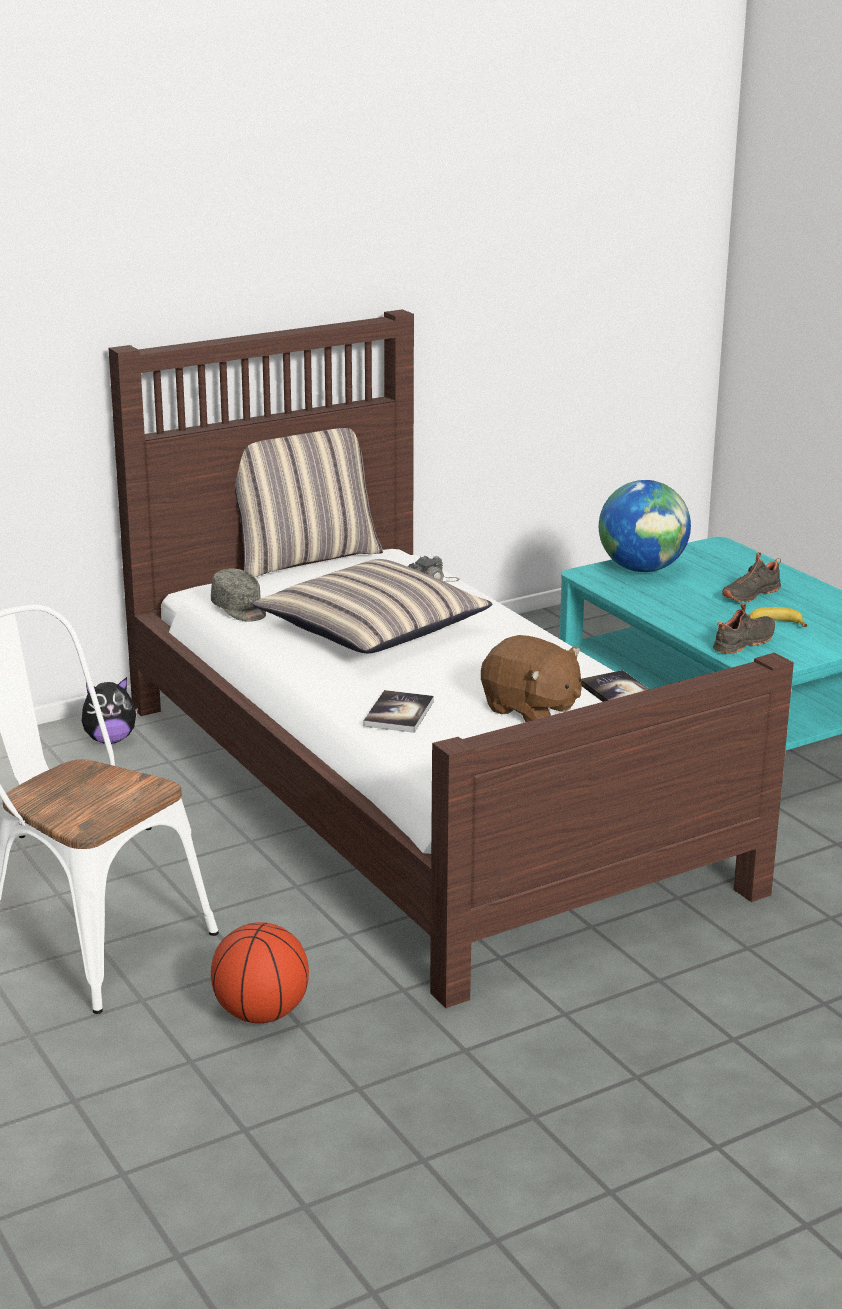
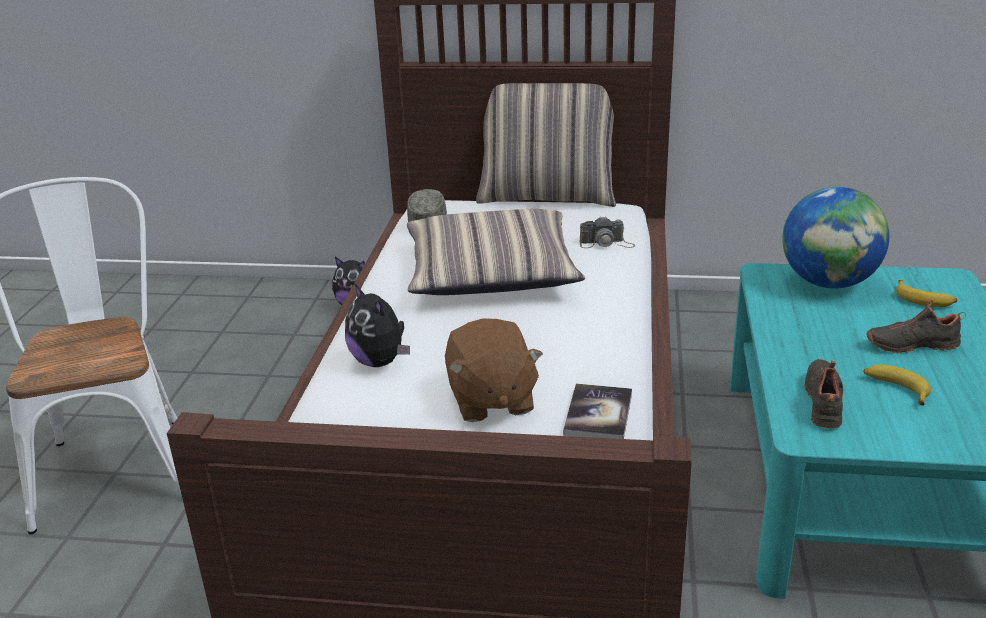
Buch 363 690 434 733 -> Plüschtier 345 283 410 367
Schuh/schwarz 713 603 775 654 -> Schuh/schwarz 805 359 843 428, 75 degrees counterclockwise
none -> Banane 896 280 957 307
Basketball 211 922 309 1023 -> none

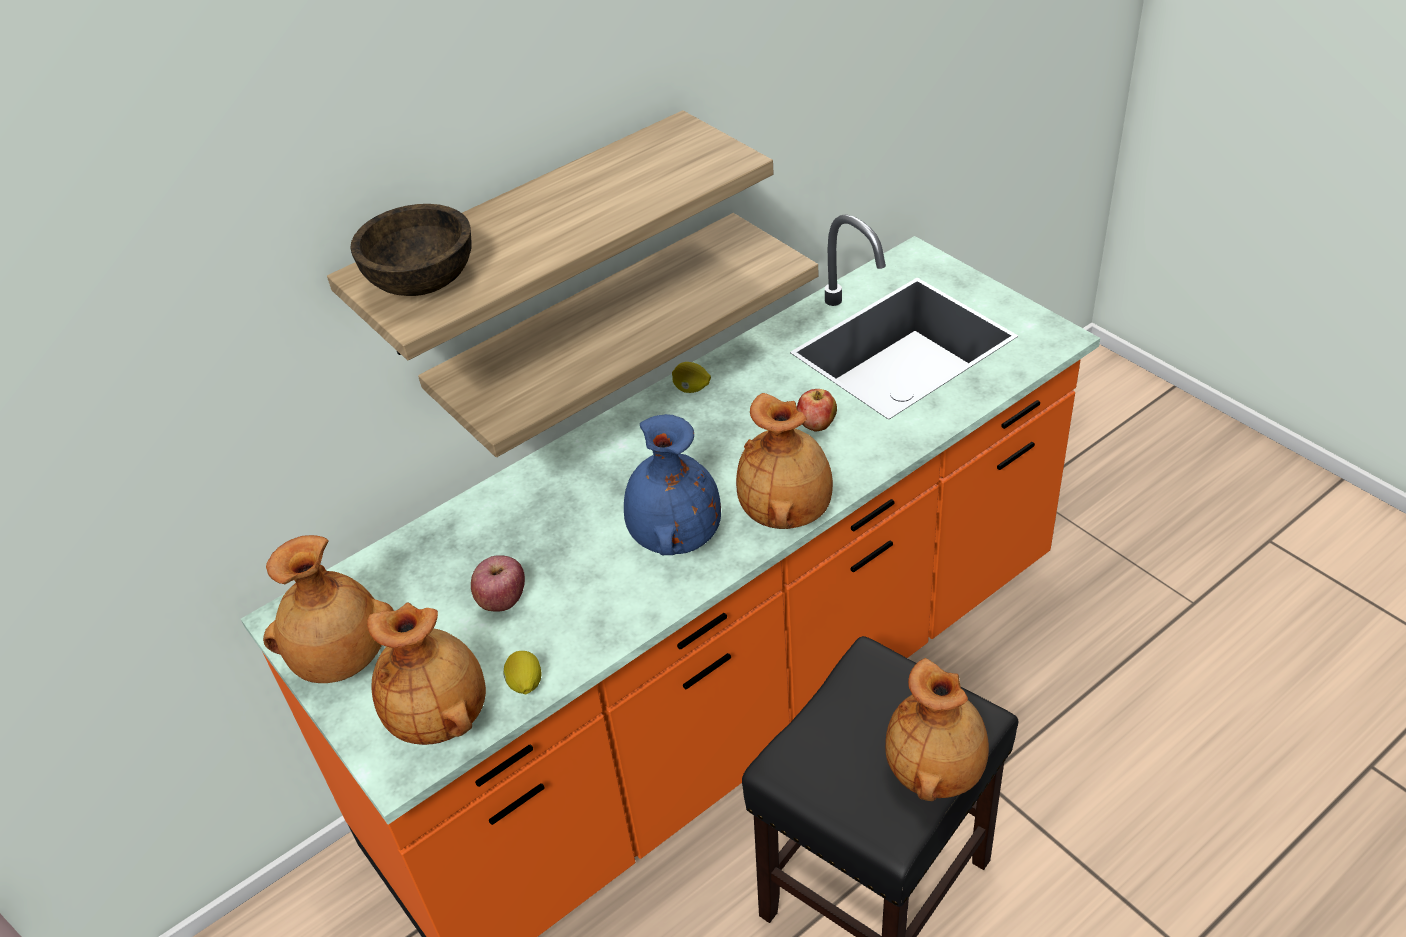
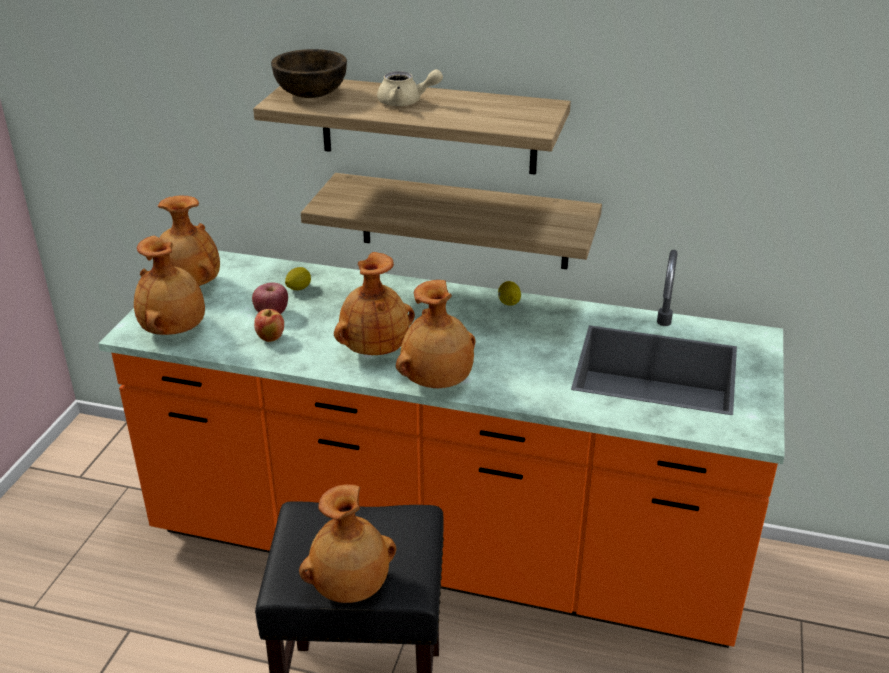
Apfel 797 389 837 431 -> Apfel 254 309 284 342, relocated
Zitrone 504 651 541 694 -> Zitrone 285 267 311 290, relocated
Vase/blau 624 414 721 555 -> Vase/braun 334 252 415 355
none -> Teekanne/beige 377 69 443 106

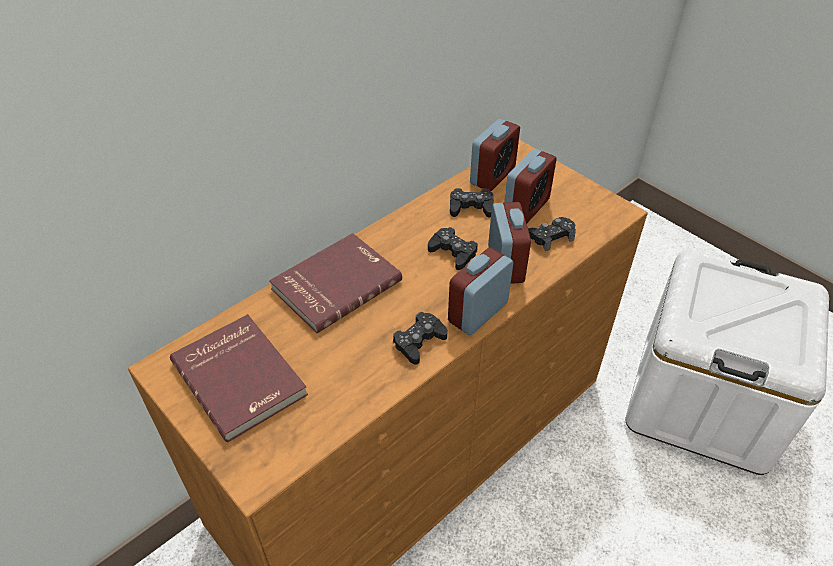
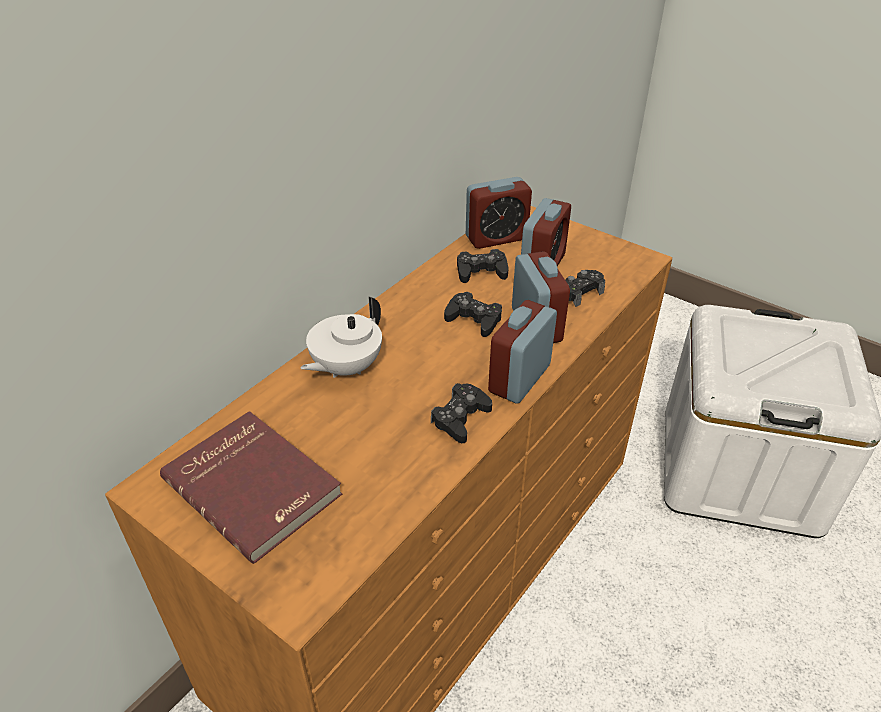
Buch/rot 269 233 402 333 -> Teekanne/weiß 301 296 382 378
Wecker 470 119 520 191 -> Wecker 466 177 532 249, 45 degrees clockwise

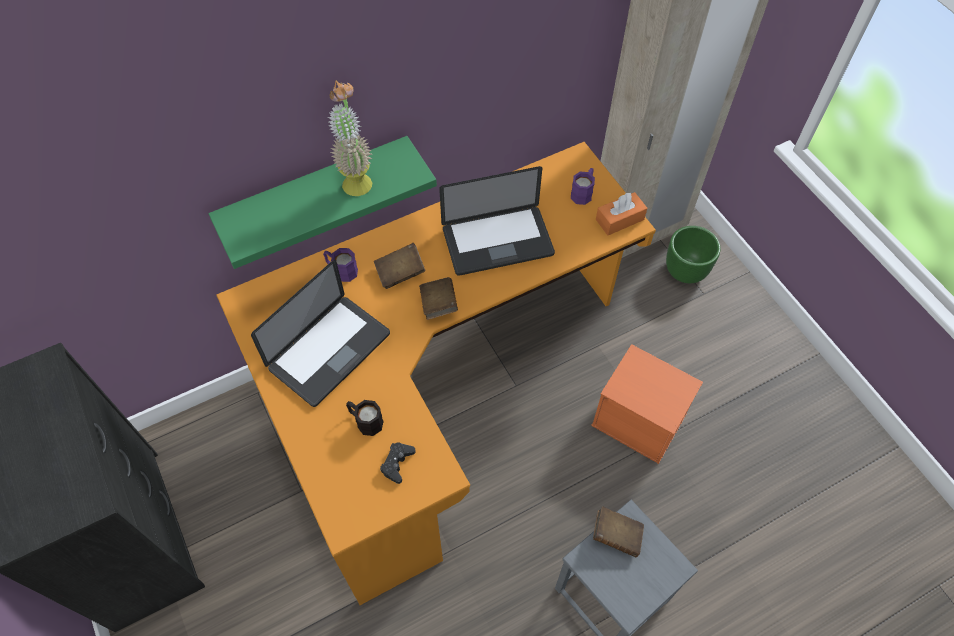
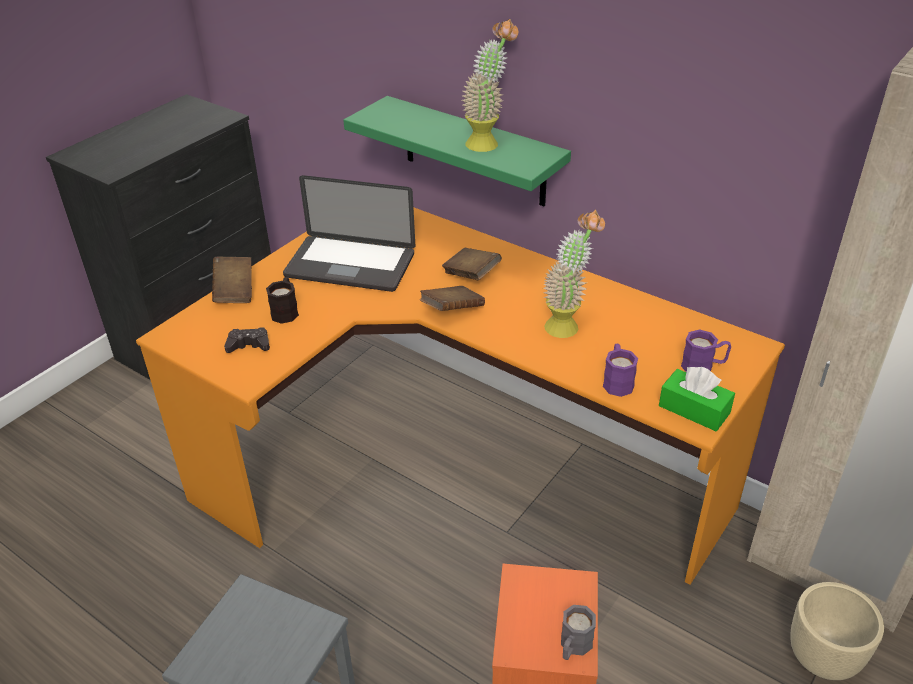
Buch/braun 593 506 644 557 -> Buch/braun 212 256 252 303, relocated
Laptop 439 166 555 276 -> Topfpflanze 543 209 605 338
none -> Henkelbecher/grau 561 605 596 660
Henkelbecher/lila 323 248 358 282 -> Henkelbecher/lila 603 344 638 397, relocated
Taschentuchbox/orange 596 192 647 235 -> Taschentuchbox/grün 659 367 735 431
Pflanzkübel/grün 666 226 721 283 -> Pflanzkübel/beige 790 582 884 680

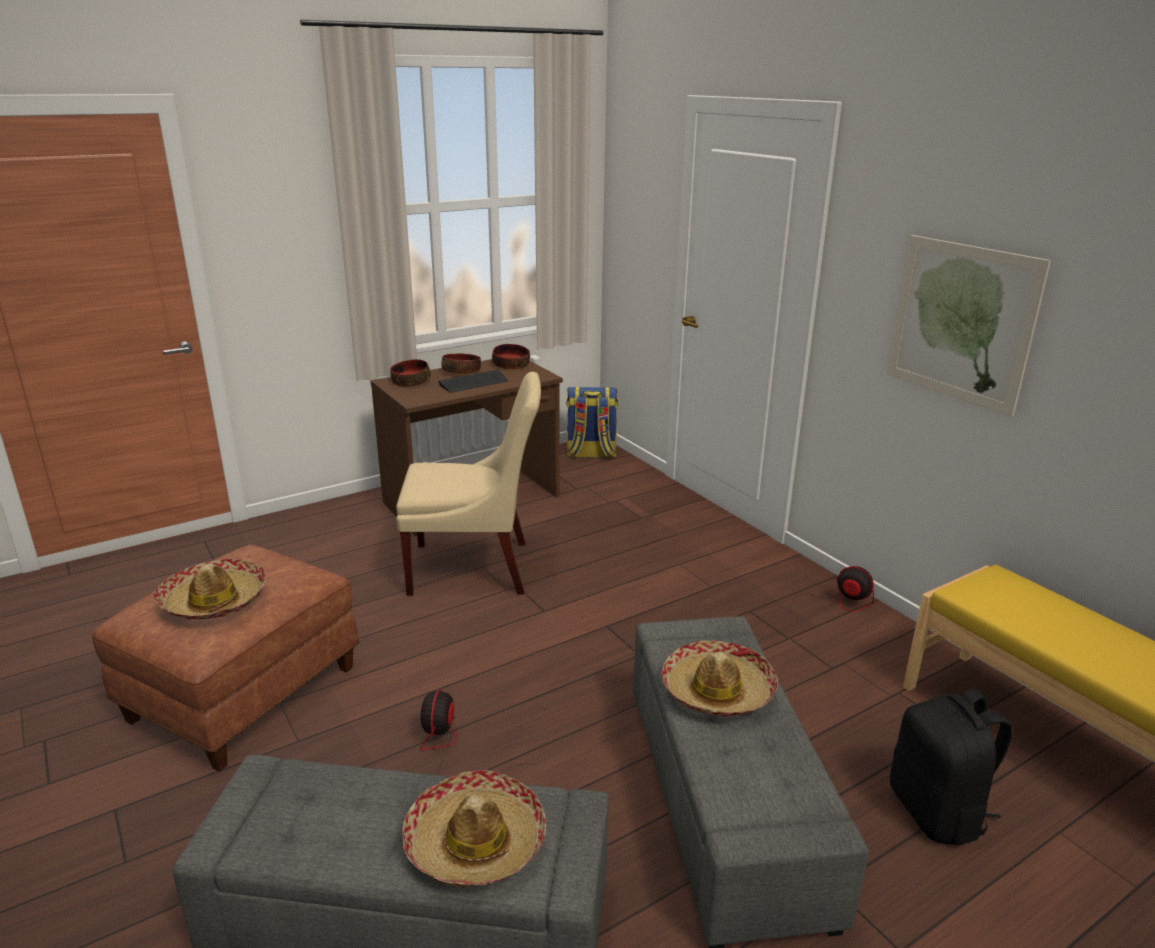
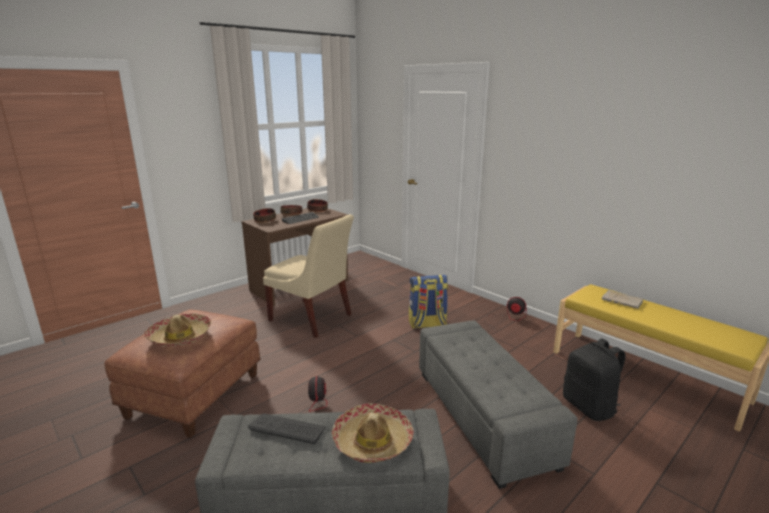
none -> Tastatur 248 414 325 444
Stuhl/beige 396 372 541 596 -> Stuhl/beige 263 214 354 338, 45 degrees clockwise
Rucksack 566 387 618 458 -> Rucksack 409 275 448 329, relocated
none -> Buch/beige 601 290 643 308
Hut 662 640 778 716 -> none
Bild 887 235 1051 417 -> none

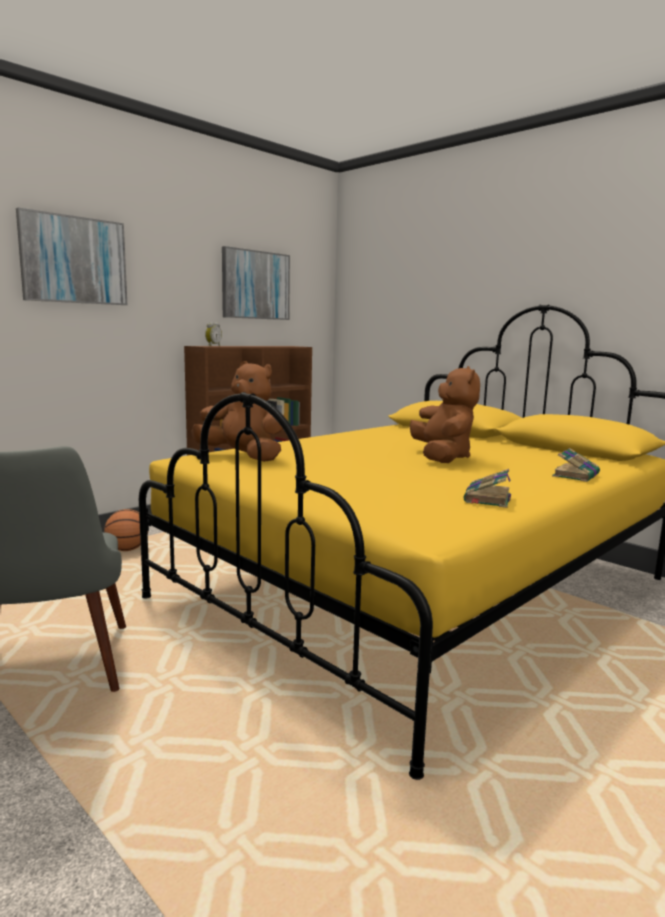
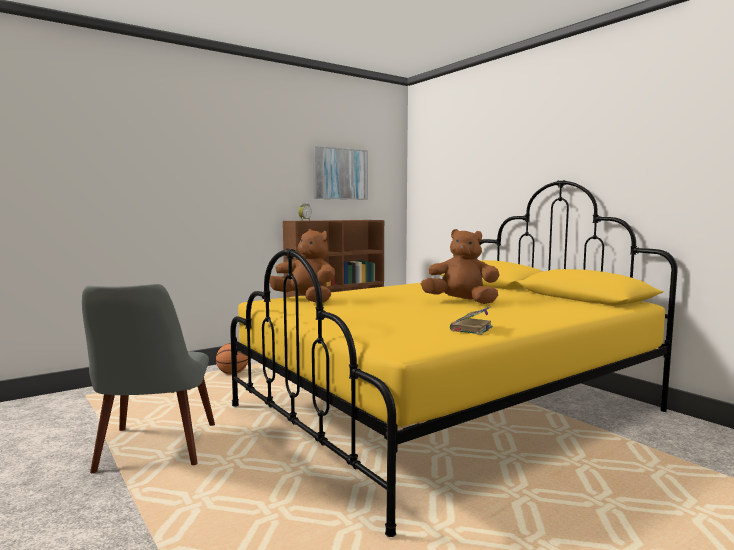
Plüschtier/braun 410 366 480 463 -> Plüschtier/braun 421 229 500 304, 75 degrees counterclockwise
Bild 16 208 127 305 -> none
Buch 552 448 600 482 -> none

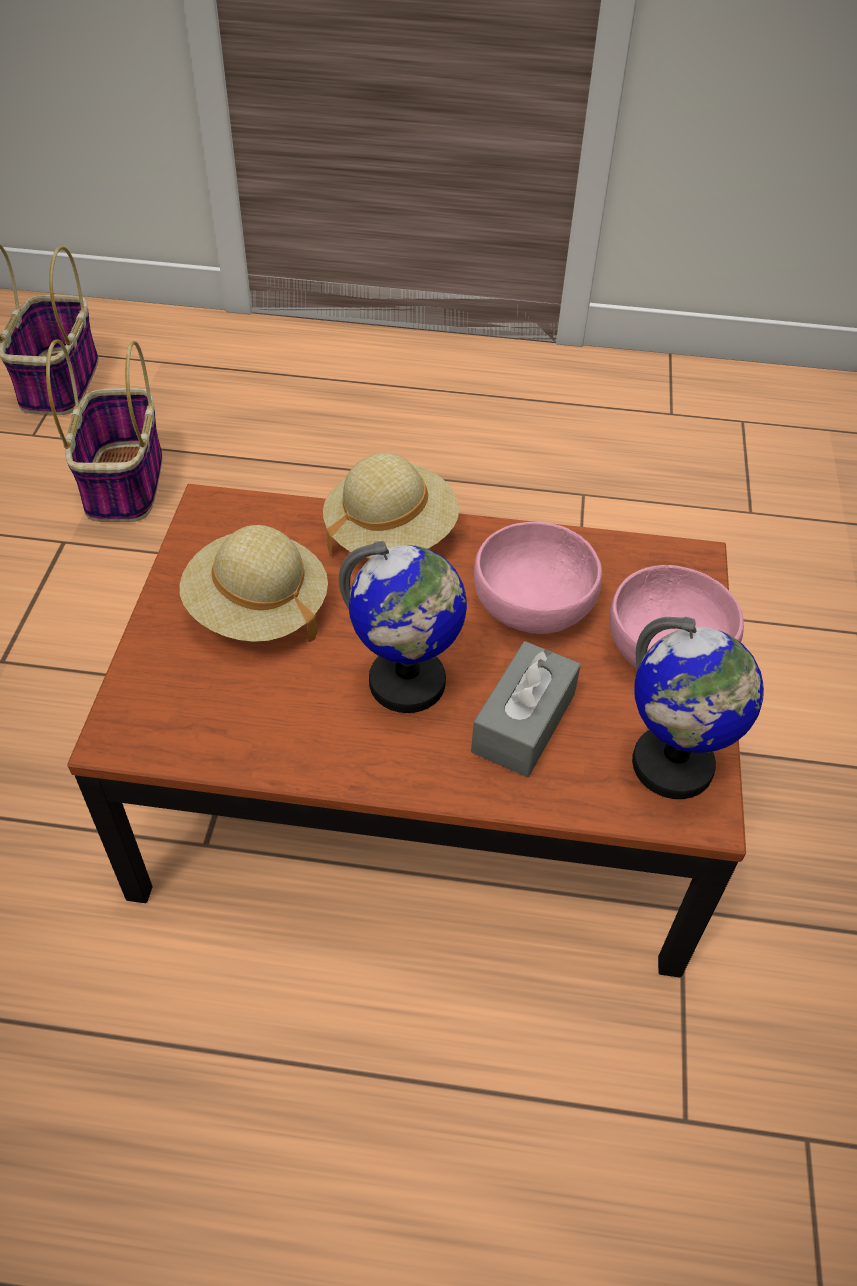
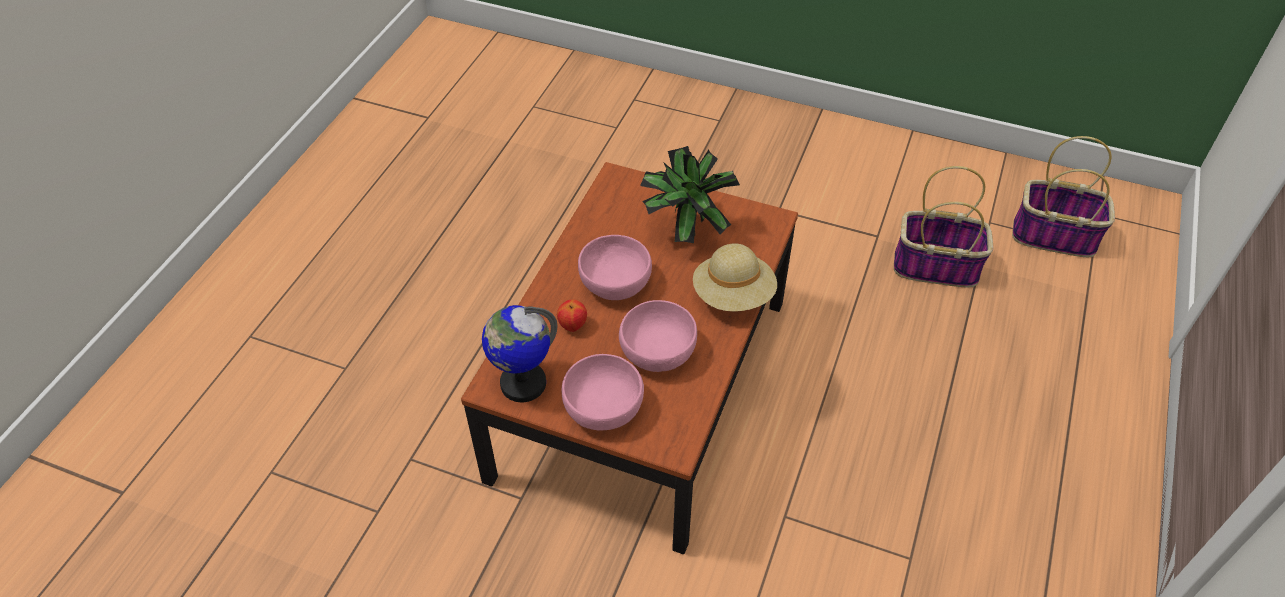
Taschentuchbox/grau 471 641 581 777 -> Apfel 557 300 587 332
Globus 339 541 467 713 -> Schüssel/rosa 578 235 652 300
Hut/beige 180 525 328 642 -> Topfpflanze 640 146 740 243

